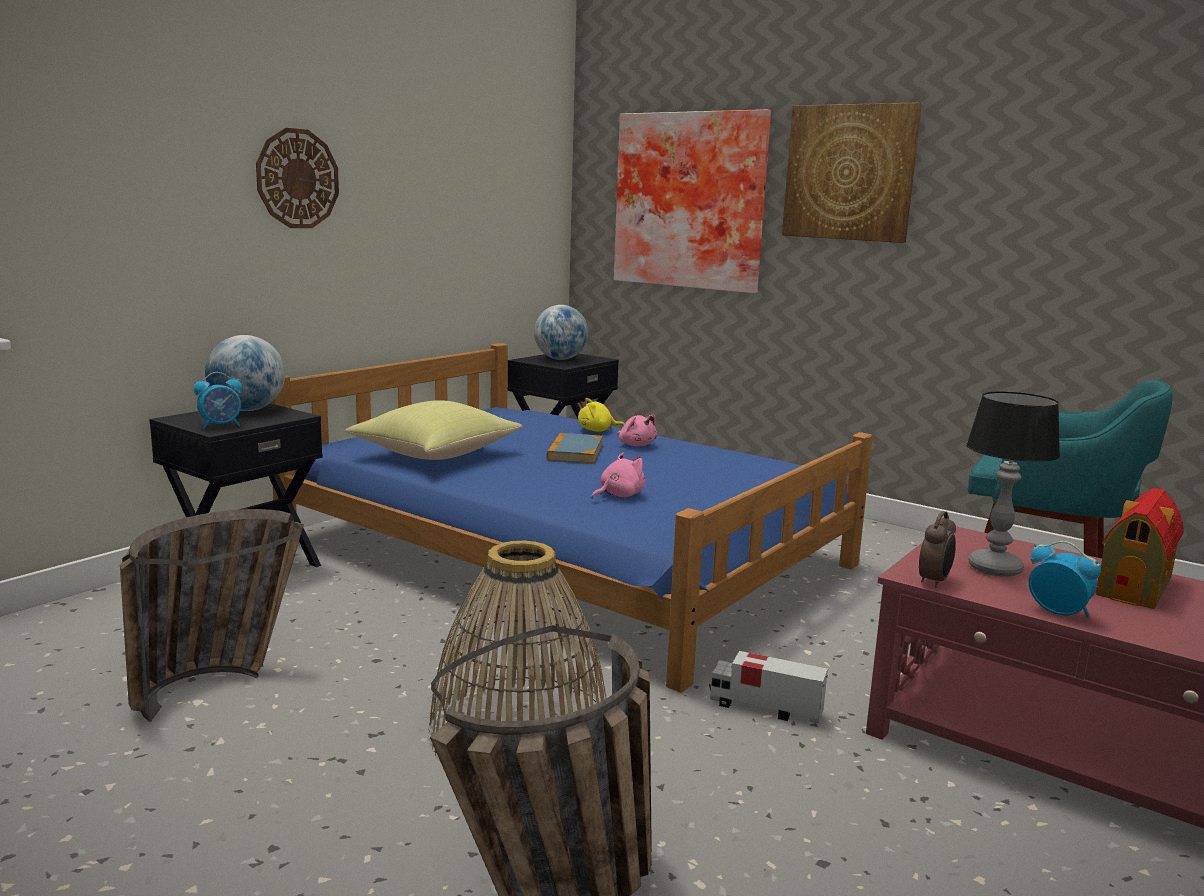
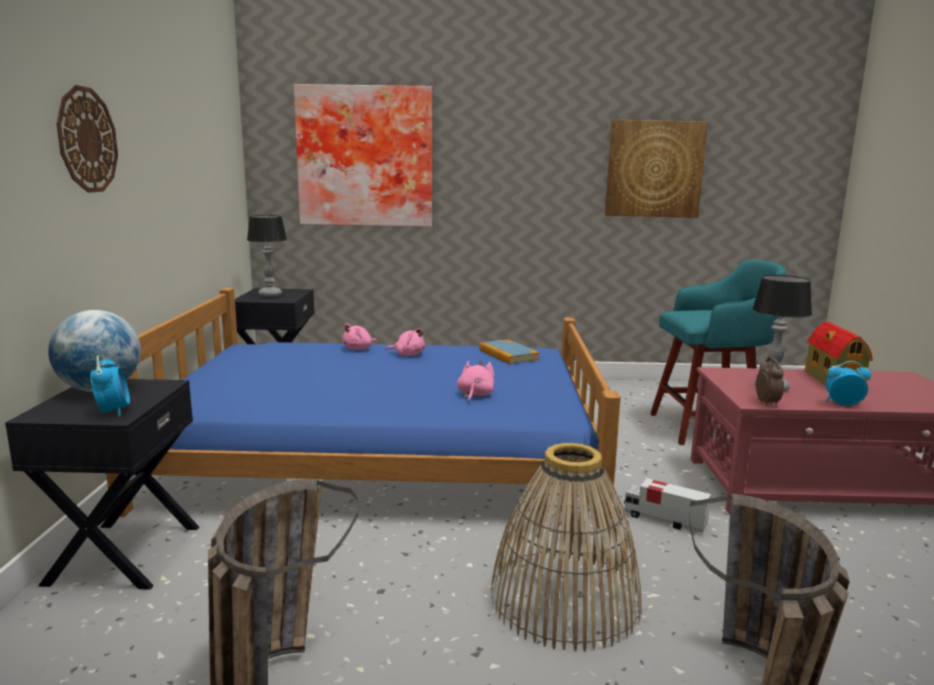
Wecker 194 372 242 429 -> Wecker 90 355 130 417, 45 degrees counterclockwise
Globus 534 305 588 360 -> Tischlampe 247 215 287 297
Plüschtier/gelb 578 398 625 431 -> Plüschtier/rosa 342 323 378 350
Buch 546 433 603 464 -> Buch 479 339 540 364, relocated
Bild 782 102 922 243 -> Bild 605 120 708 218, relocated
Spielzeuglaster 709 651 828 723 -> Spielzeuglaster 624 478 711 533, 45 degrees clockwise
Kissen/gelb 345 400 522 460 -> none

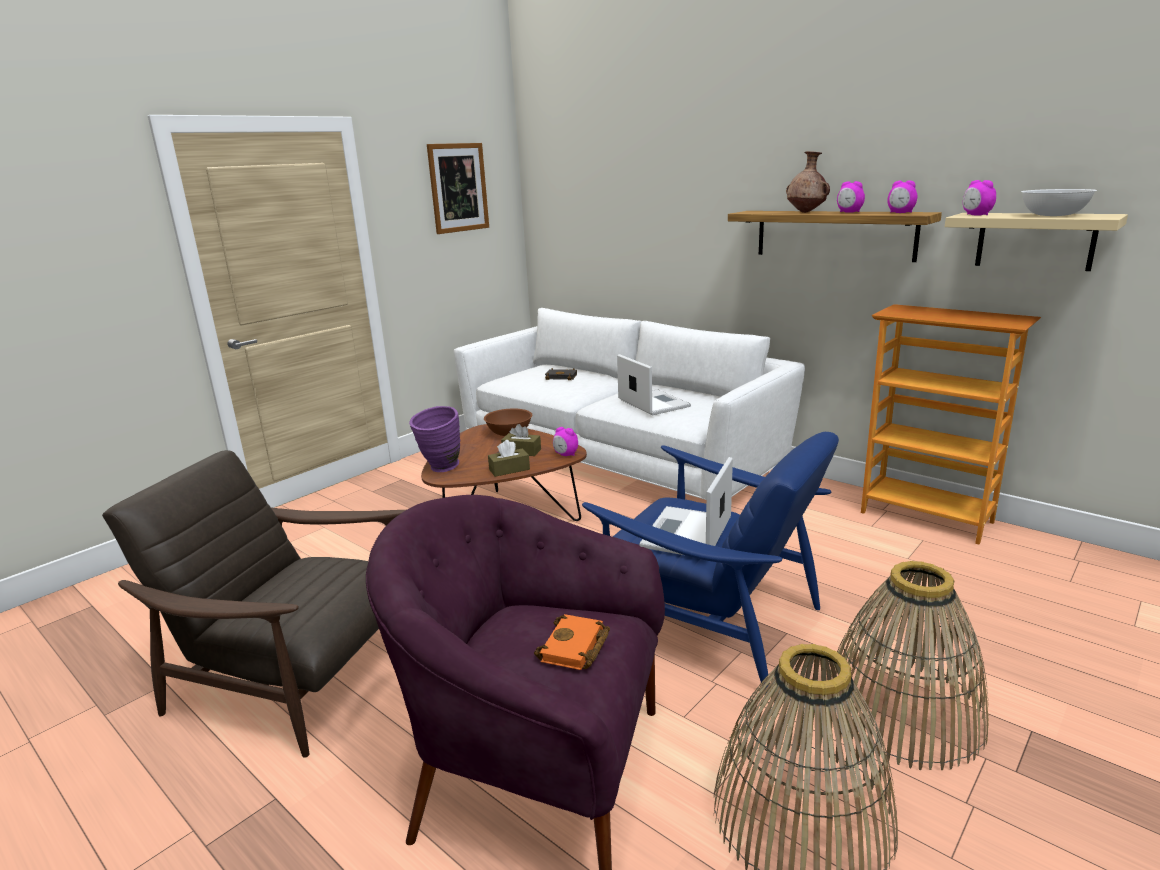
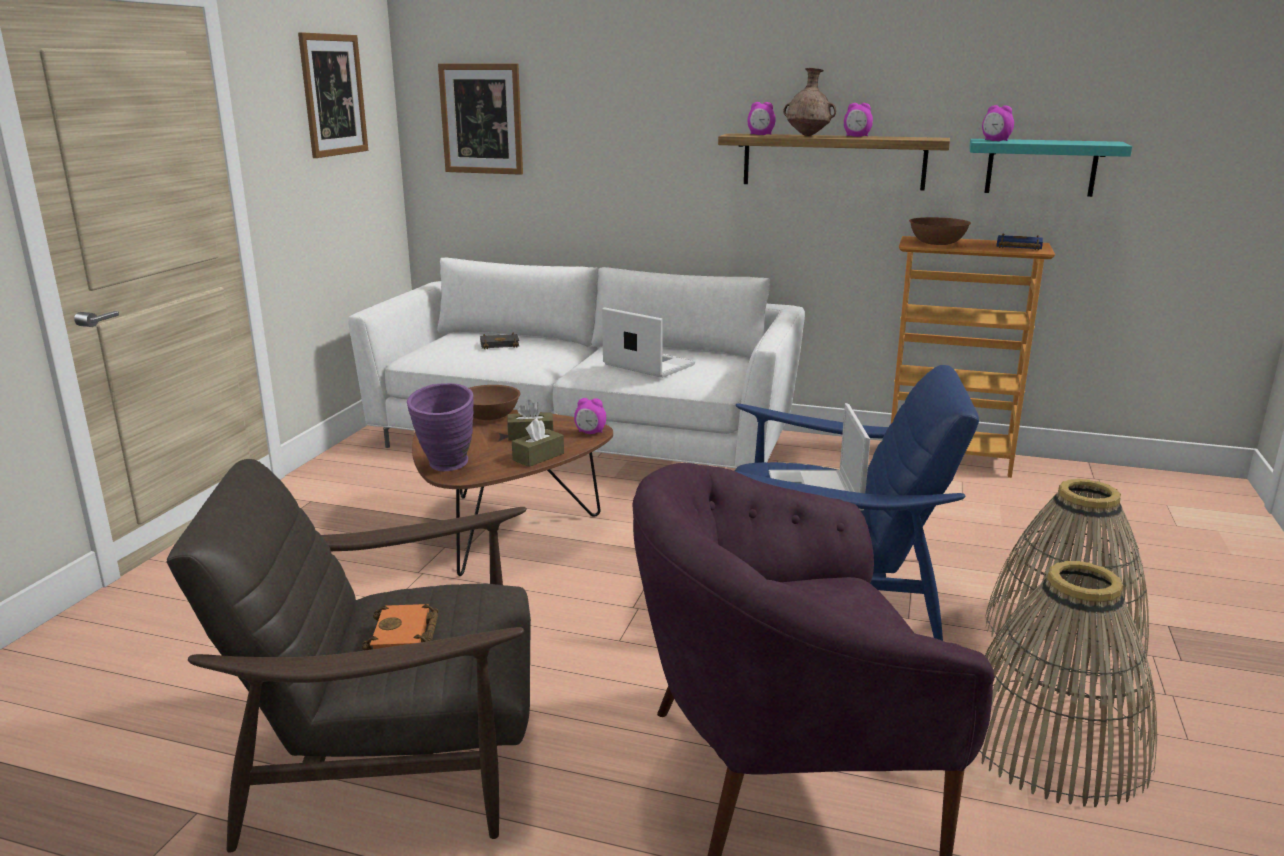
Buch/orange 534 614 610 670 -> Buch/orange 362 604 438 651, relocated
none -> Bild 438 64 523 175
Wecker 887 180 917 213 -> Wecker 748 102 776 135, relocated
none -> Schüssel/braun 909 217 971 245
Wandregal/beige 945 213 1128 271 -> Wandregal/türkis 969 139 1132 197
none -> Buch/blau 996 233 1043 250
Schüssel/weiß 1021 189 1097 216 -> none

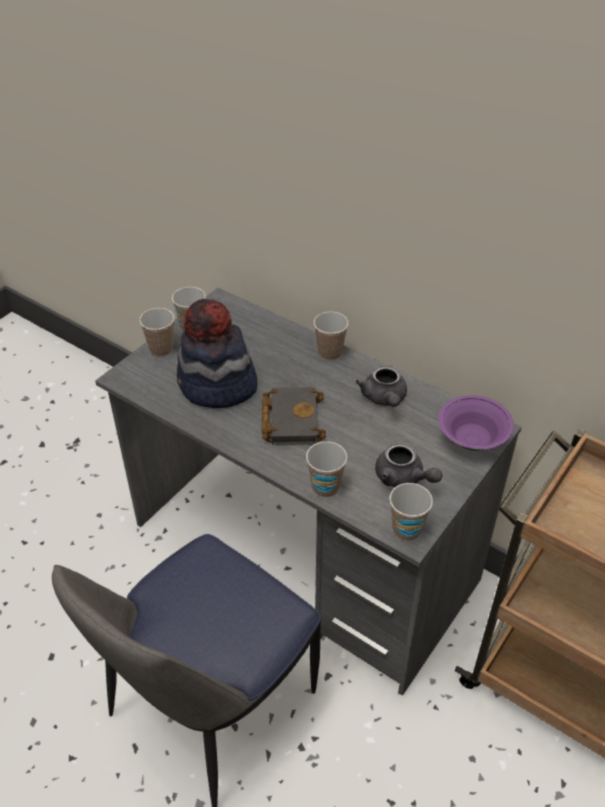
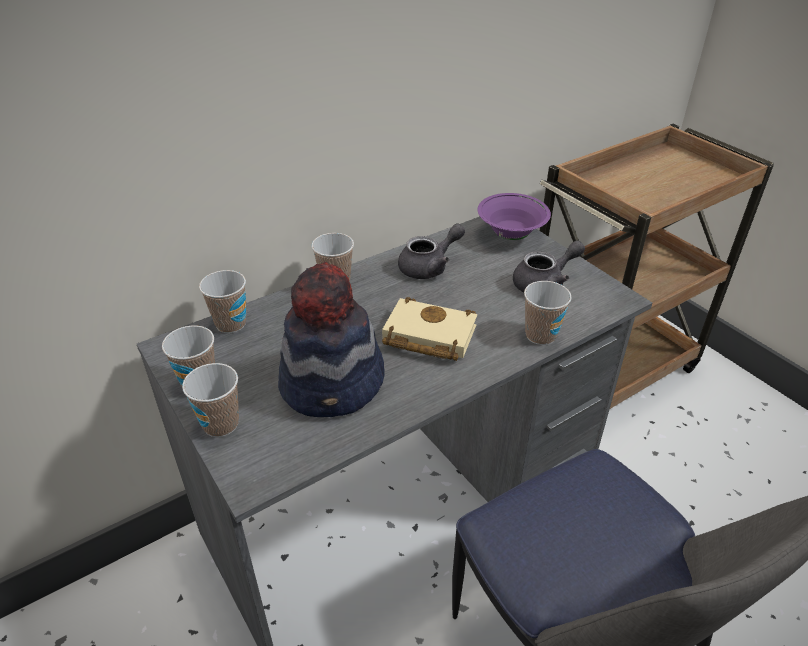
Tasse 389 483 433 541 -> Tasse 199 270 246 333, relocated
Buch/schwarz 262 387 326 444 -> Buch/beige 382 297 477 361
Teekanne/grau 356 365 407 407 -> Teekanne/grau 398 224 465 279, 45 degrees counterclockwise

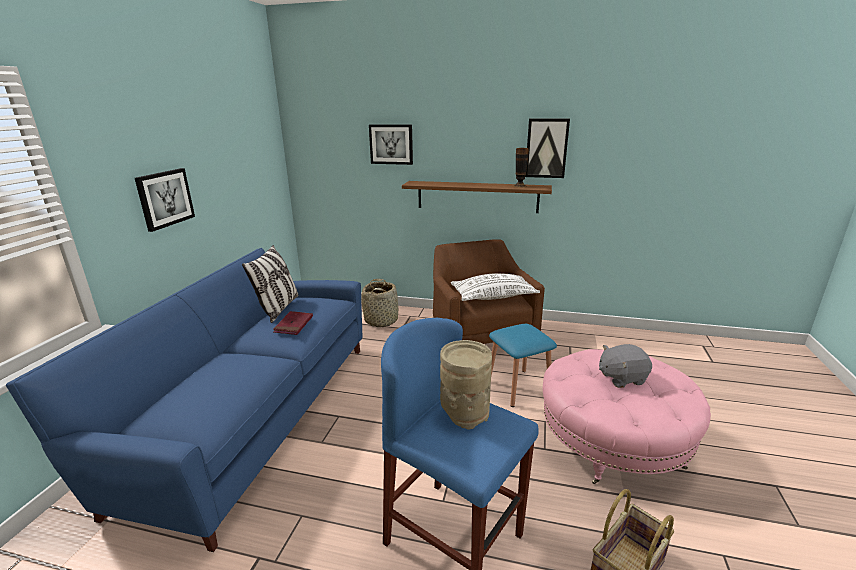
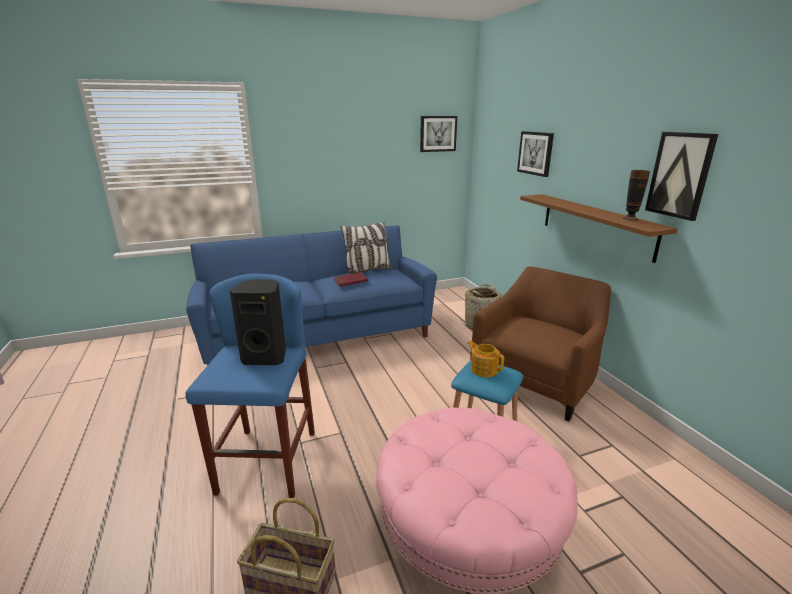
Vase/beige 440 340 492 429 -> Lautsprecher/schwarz 230 279 286 365
Bild 135 168 195 232 -> Bild 420 116 457 152, relocated
none -> Teekanne 467 341 504 377
Kissen/weiß 451 273 540 301 -> none
Plüschtier/grau 599 344 652 388 -> none

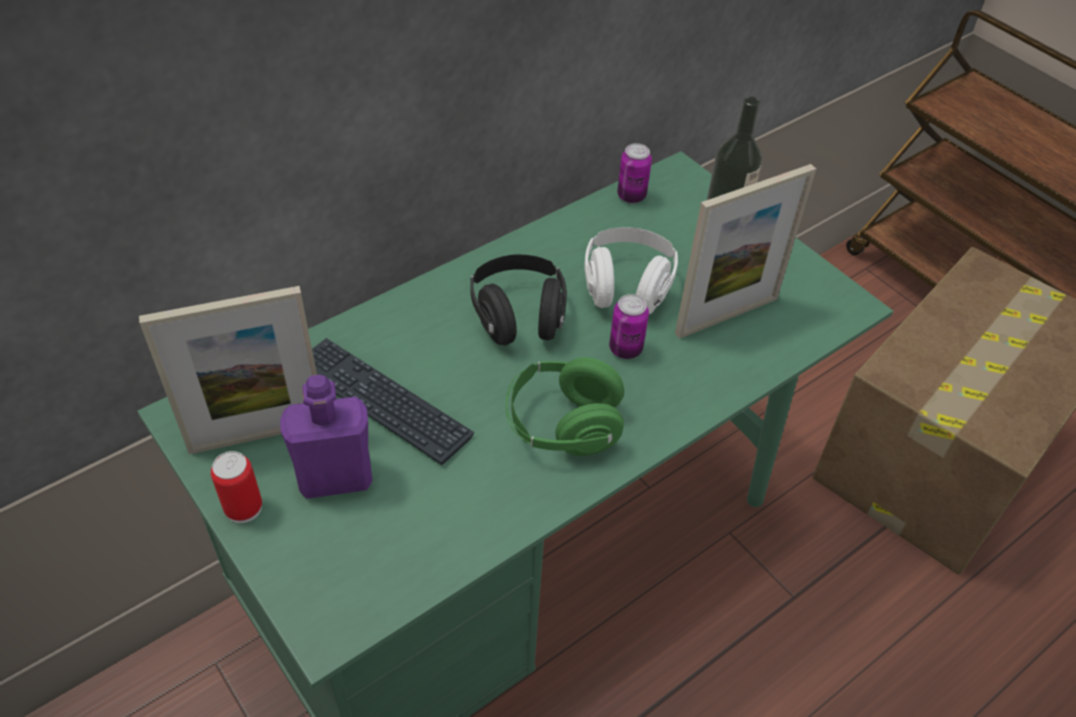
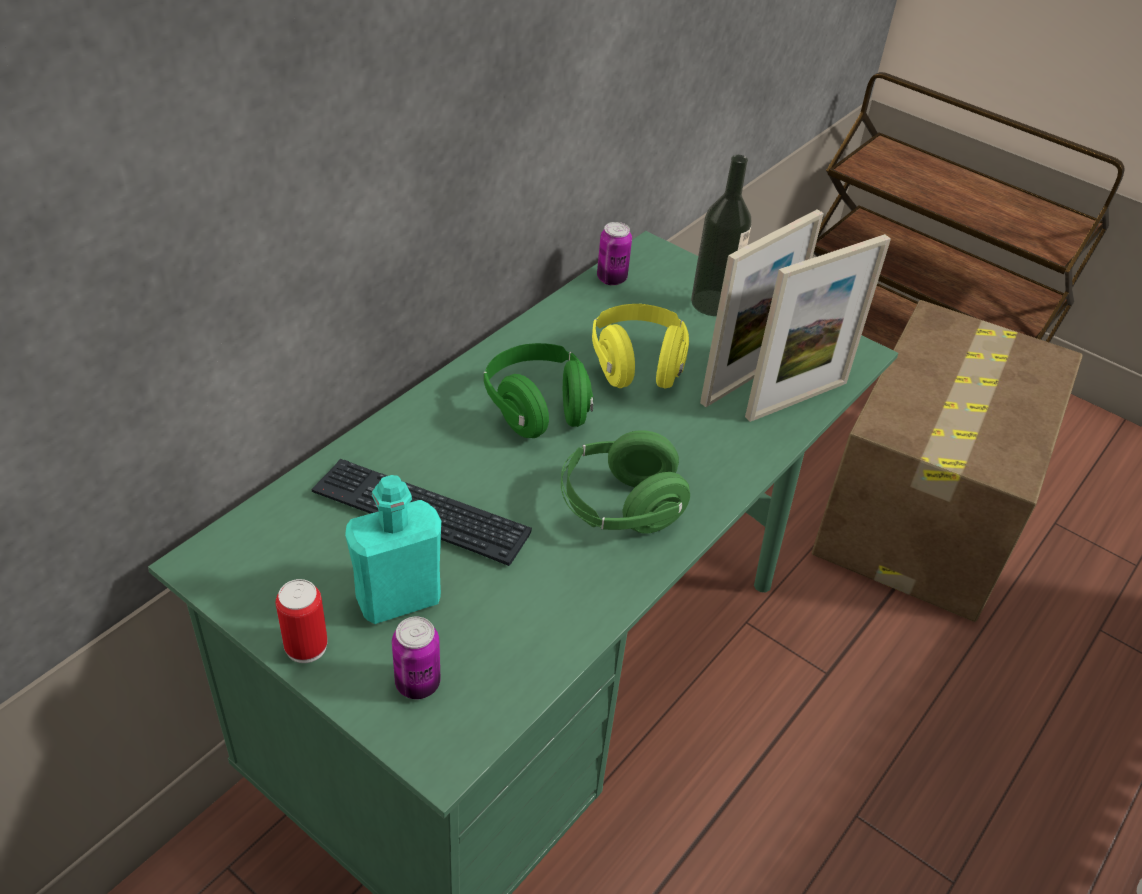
Flasche/lila 280 375 372 499 -> Flasche/türkis 345 475 441 624
Dose 609 294 649 359 -> Dose 392 617 441 699, relocated
Kopfhörer/schwarz 470 254 567 345 -> Kopfhörer/grün 483 343 593 438
Kopfhörer/weiß 584 227 678 314 -> Kopfhörer/gelb 592 304 689 389
Bilderrahmen 139 286 317 454 -> Bilderrahmen 745 234 891 422, relocated

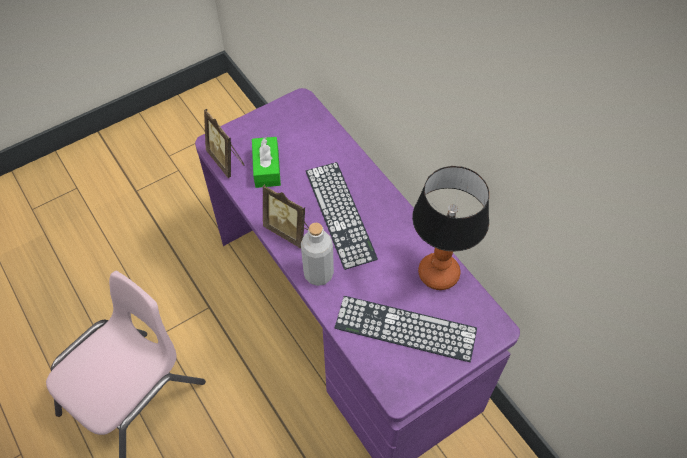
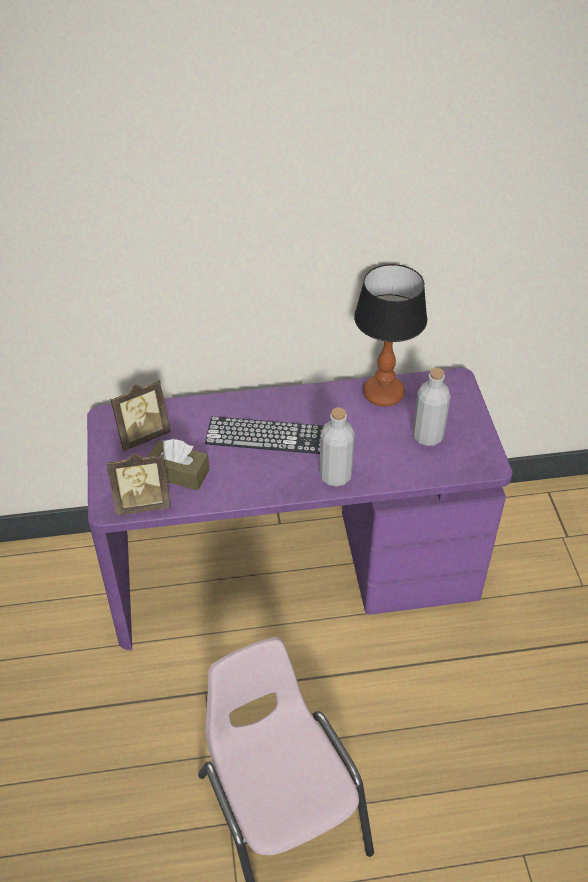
Bilderrahmen 263 184 309 248 -> Bilderrahmen 110 380 171 451, relocated
Taschentuchbox/grün 252 137 281 188 -> Taschentuchbox/braun 148 439 209 491
Tastatur 335 296 477 362 -> Flasche/grau 412 368 451 446

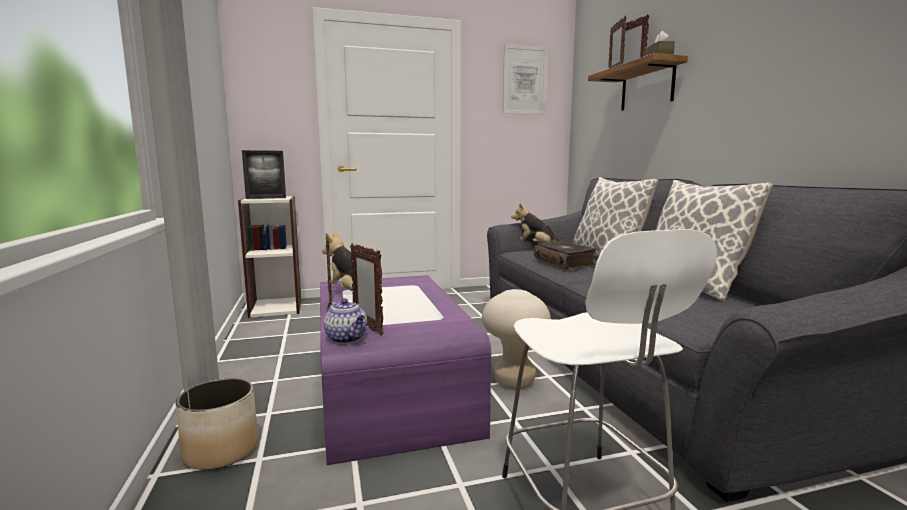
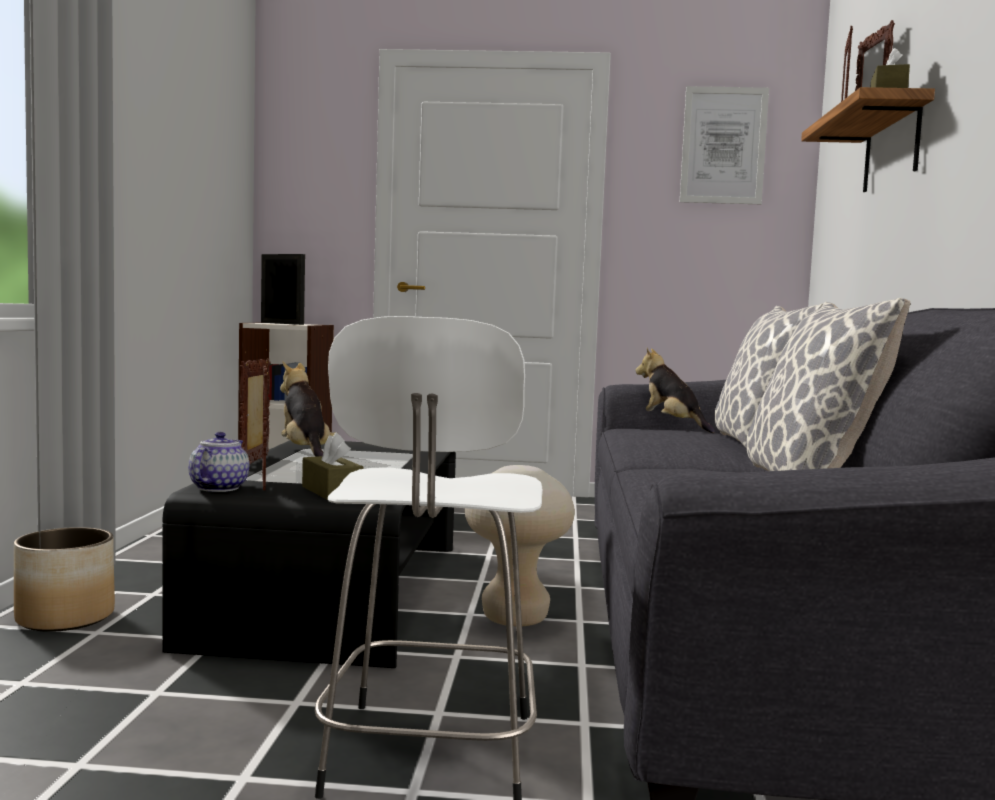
Couchtisch/lila 320 275 491 465 -> Couchtisch/schwarz 162 440 456 668
Teekanne 324 299 367 344 -> Teekanne 188 432 249 492, 150 degrees counterclockwise
Bilderrahmen 242 150 286 199 -> Bilderrahmen 261 254 305 325, 150 degrees counterclockwise
none -> Taschentuchbox/braun 302 432 364 500
Buch 534 241 596 270 -> none

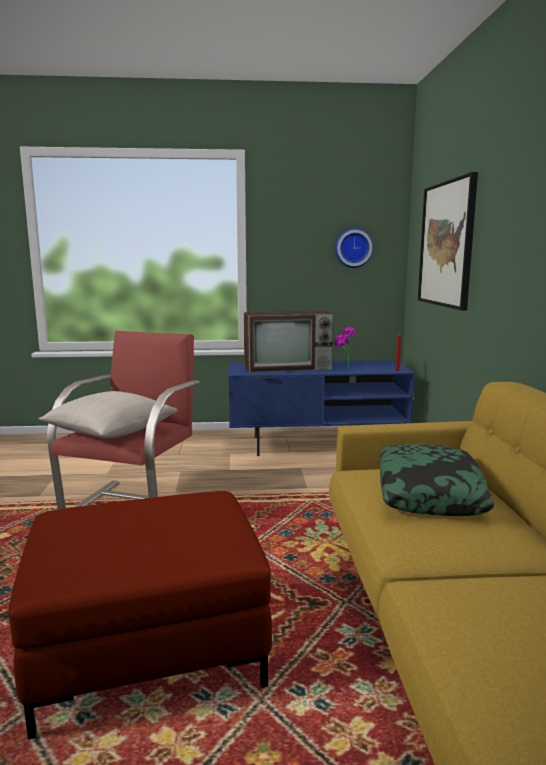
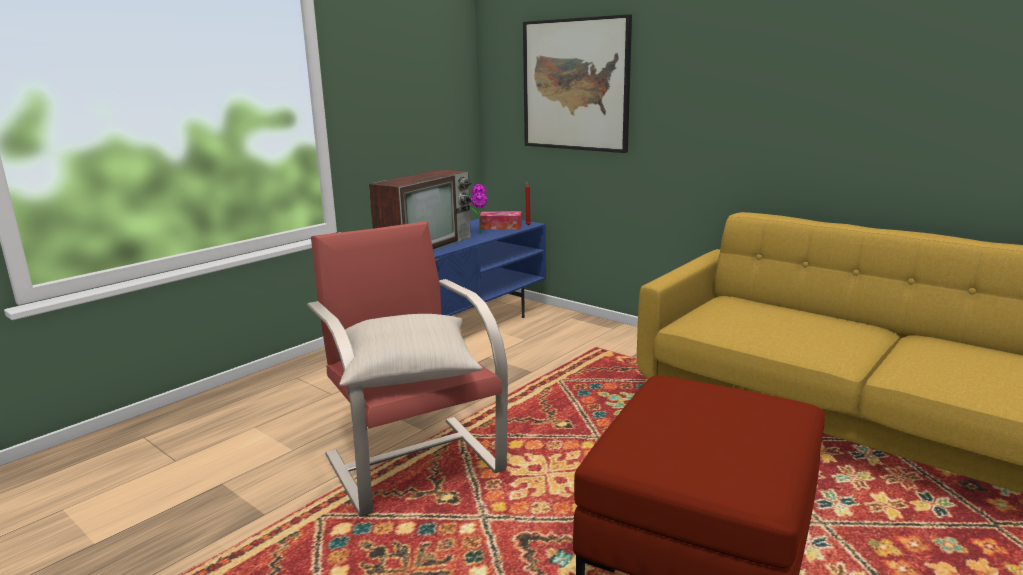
none -> Taschentuchbox 479 211 522 230
Wanduhr 335 228 373 268 -> none
Kissen 379 444 494 516 -> none

